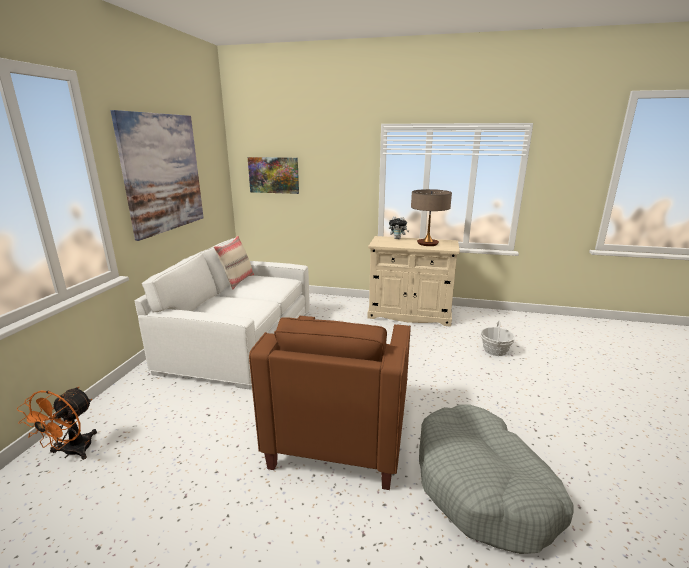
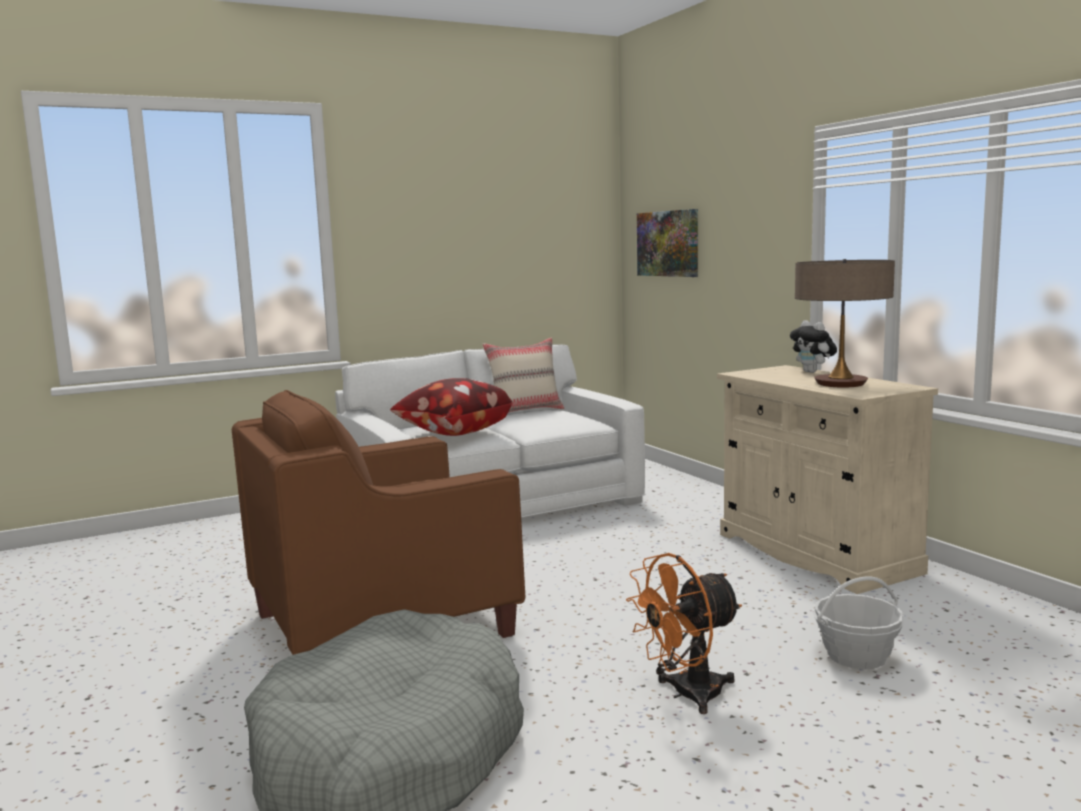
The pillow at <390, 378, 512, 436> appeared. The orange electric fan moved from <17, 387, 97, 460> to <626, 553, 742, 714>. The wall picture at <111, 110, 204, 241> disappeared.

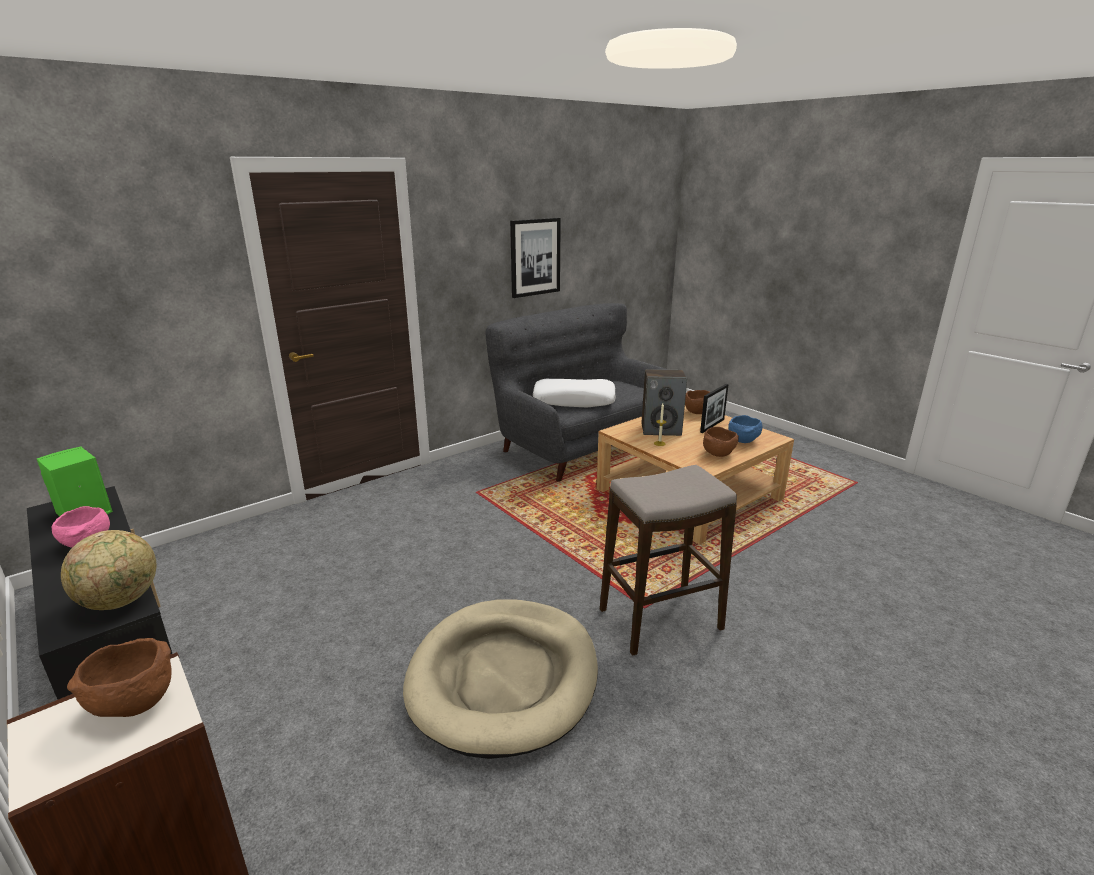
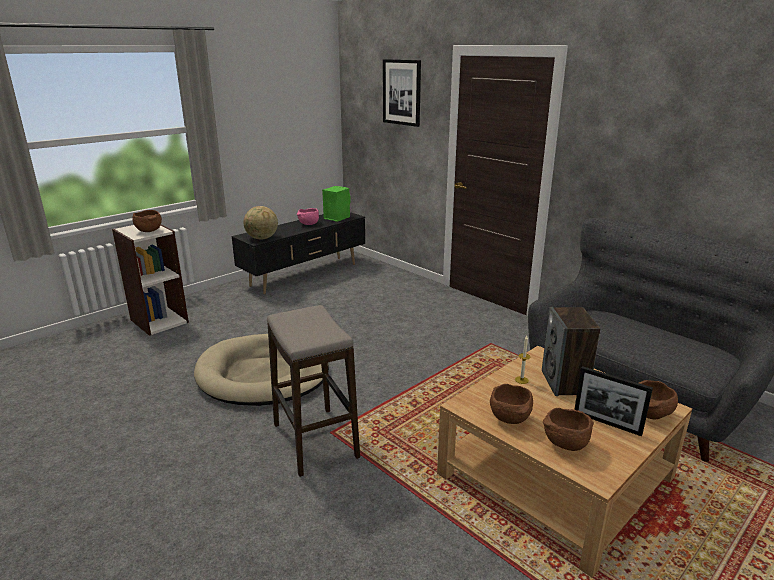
The wall picture moved from <510, 218, 561, 298> to <383, 59, 421, 127>. The bluish deep dish at <728, 415, 763, 443> became the brown deep dish at <543, 408, 594, 451>. The white-coloured pillow at <533, 379, 616, 408> disappeared.

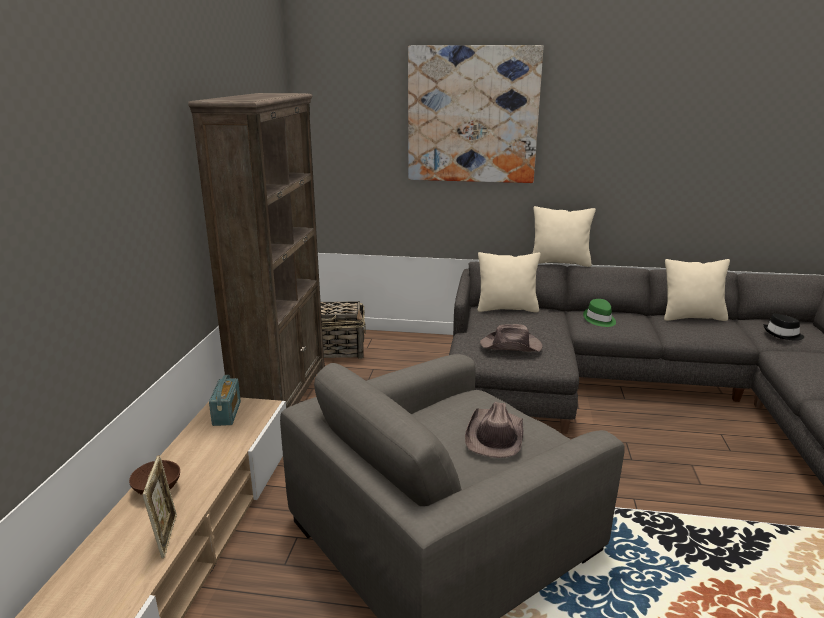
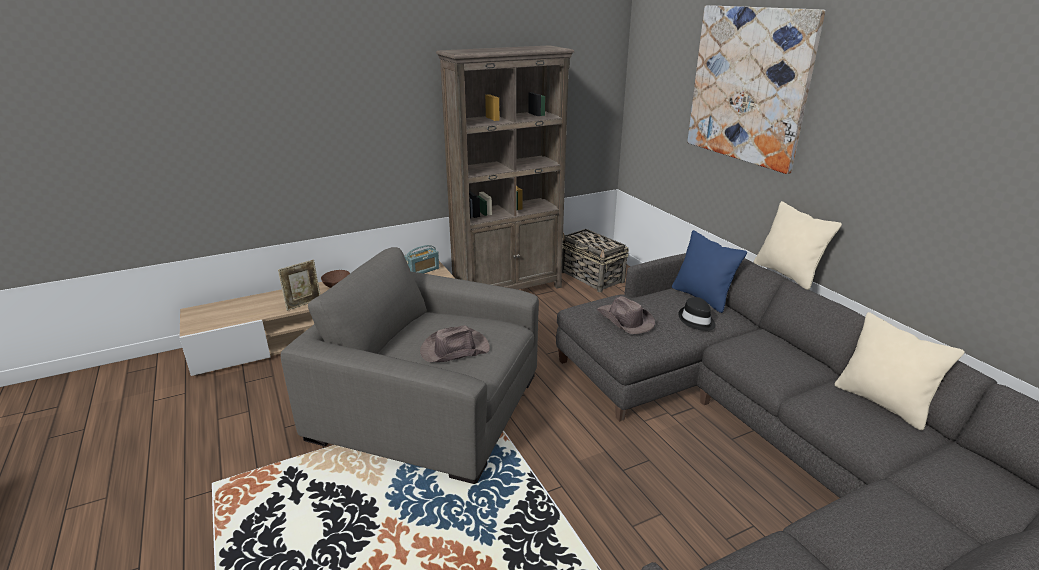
The beige-coloured pillow at <477, 252, 541, 313> became the bluish pillow at <672, 230, 747, 313>. The black clothing hat moved from <764, 313, 804, 341> to <678, 297, 716, 331>. The green-coloured clothing hat at <583, 299, 616, 327> disappeared.

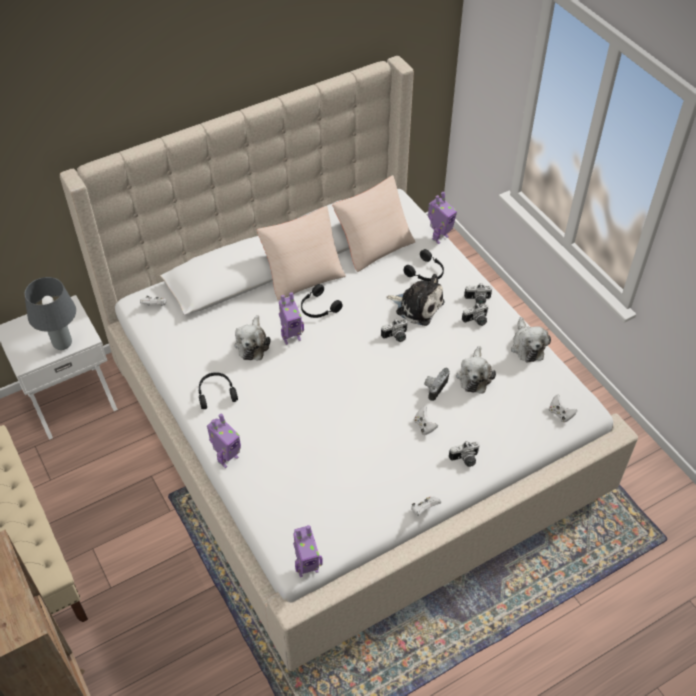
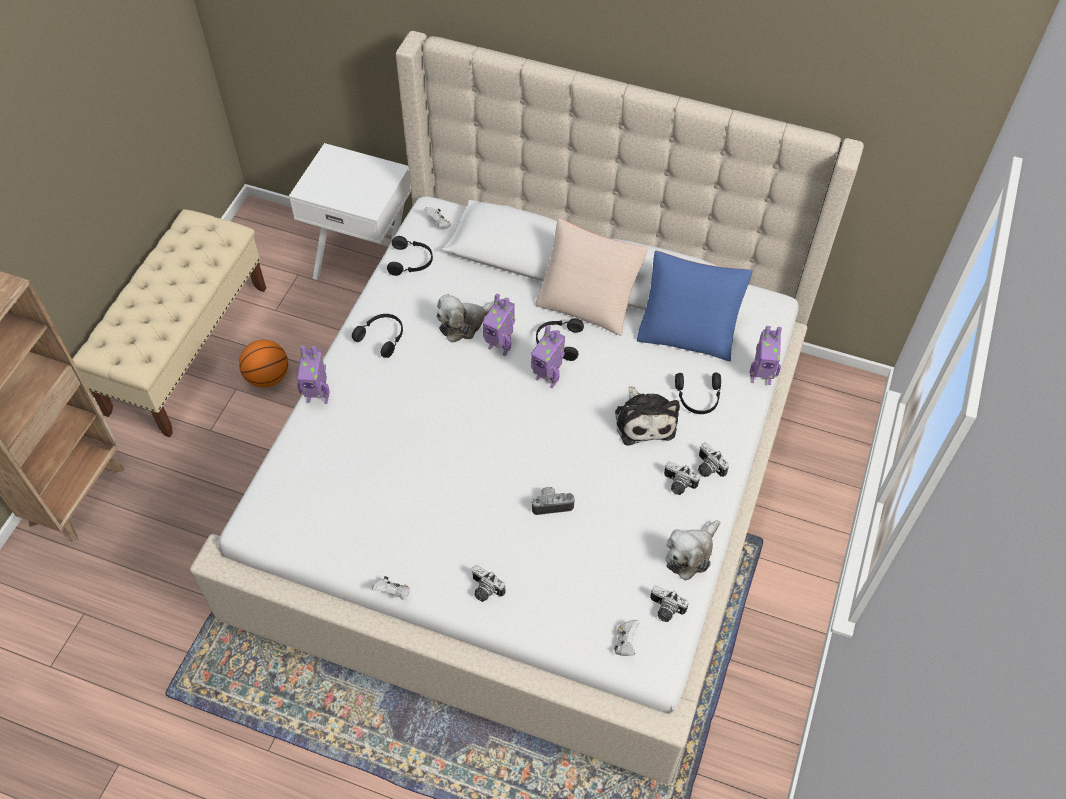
The ball for basketball at <239, 340, 288, 388> appeared. The black headset at <387, 236, 433, 276> appeared. The robot figure moved from <293, 525, 323, 577> to <531, 325, 565, 388>. The beige-coloured pillow at <332, 175, 416, 272> became the bluish pillow at <637, 250, 752, 361>. The photo camera moved from <381, 319, 408, 342> to <650, 585, 689, 622>. The greyish tabletop lamp at <24, 277, 76, 350> disappeared. The white-coloured joypad at <414, 406, 438, 435> disappeared. The cuddly toy at <456, 346, 496, 394> disappeared.

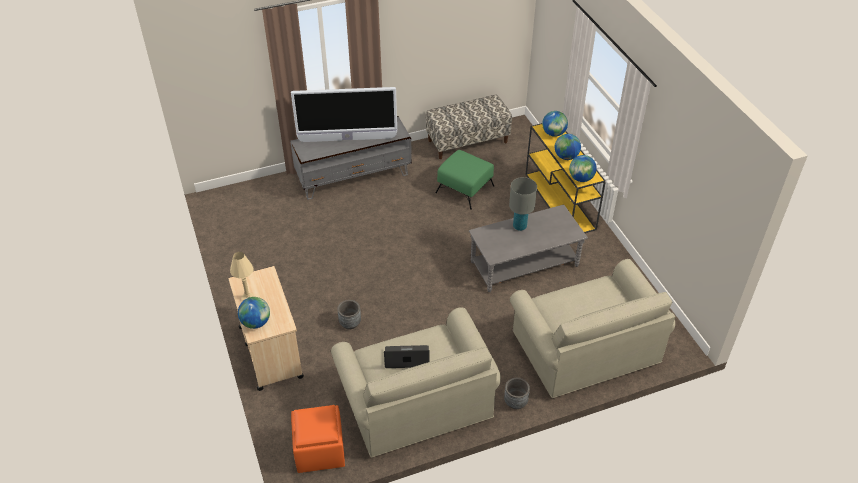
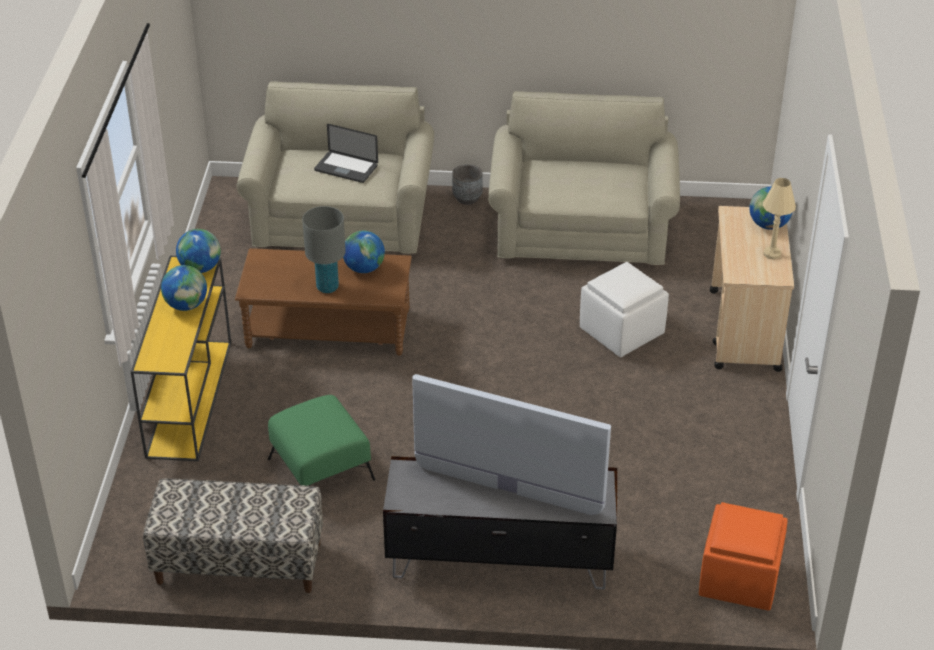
The greyish low table at <469, 205, 588, 292> became the brown low table at <235, 248, 412, 356>. The portable computer moved from <384, 345, 430, 368> to <314, 124, 378, 183>. The desk globe moved from <542, 111, 568, 137> to <343, 231, 385, 273>. The greyish planter at <337, 300, 361, 329> was replaced by the white-coloured pouffe at <580, 262, 669, 357>. The orange pouffe moved from <291, 405, 345, 473> to <699, 502, 788, 611>.

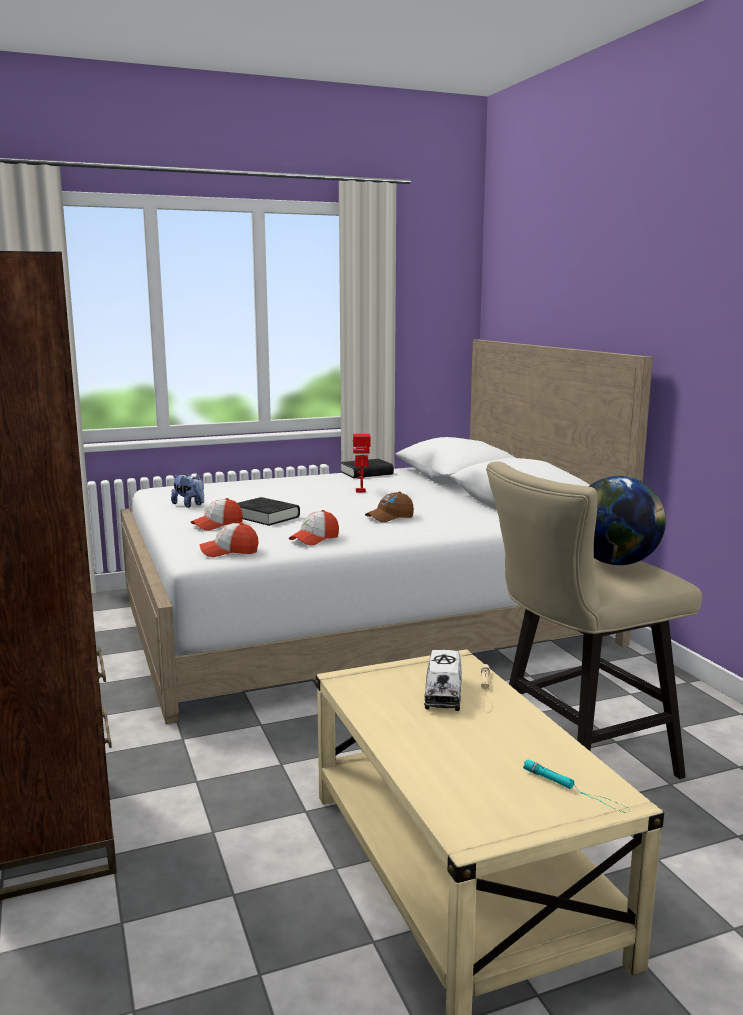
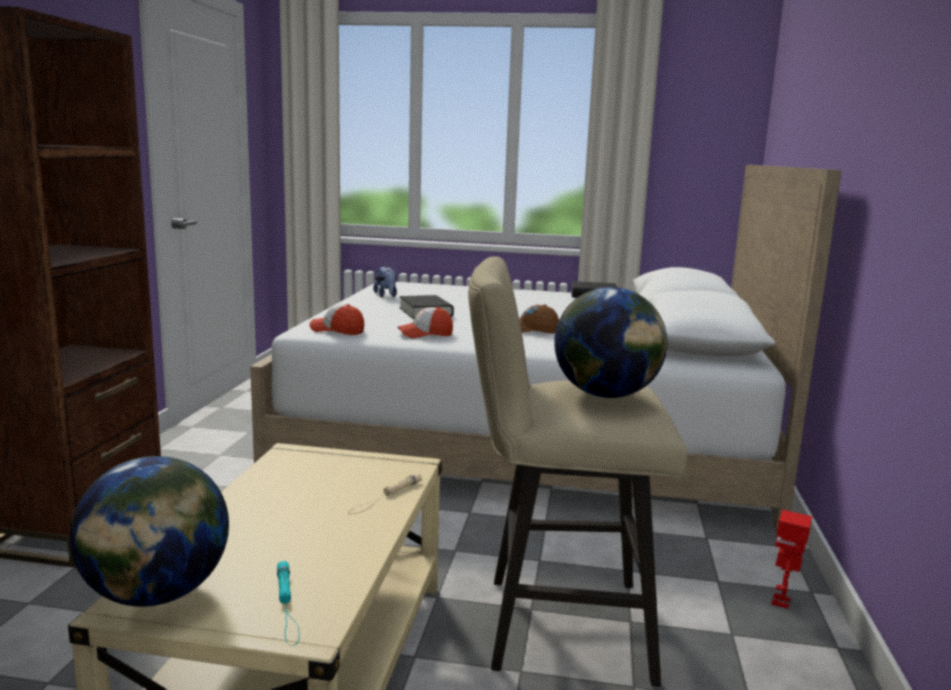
The desk globe at <70, 456, 229, 607> appeared. The robot figure moved from <352, 434, 370, 493> to <771, 510, 812, 608>. The cap at <191, 498, 243, 531> disappeared. The toy lorry at <424, 650, 462, 711> disappeared.

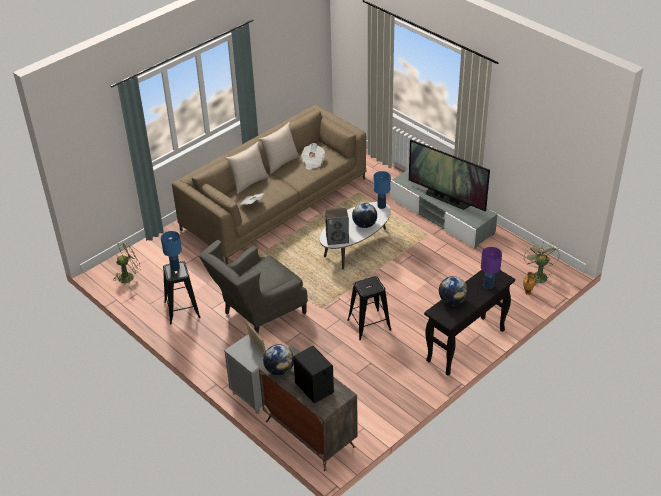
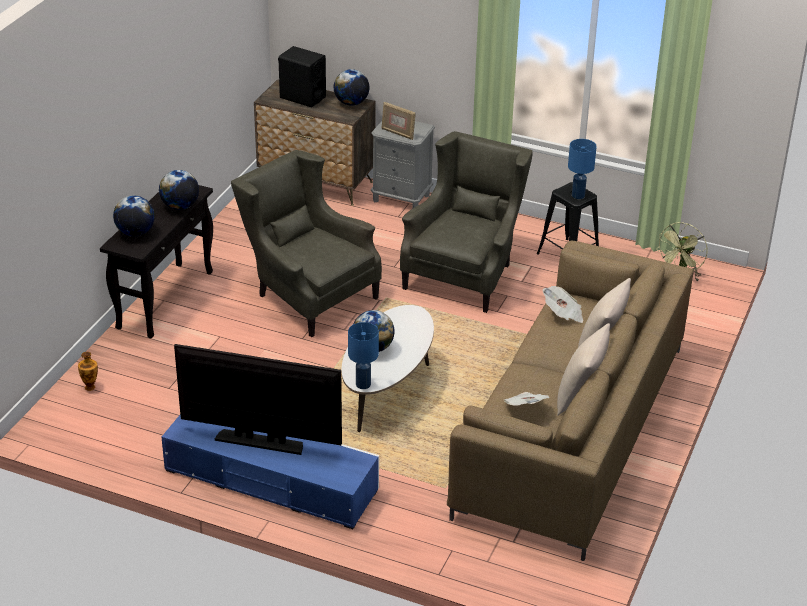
The purple tabletop lamp at <481, 247, 502, 289> was replaced by the desk globe at <113, 196, 155, 236>. The greyish media console at <390, 169, 497, 248> became the bluish media console at <161, 415, 379, 529>. The black stool seat at <347, 276, 391, 340> was replaced by the greyish lounge chair at <231, 150, 382, 337>. The loudspeaker at <325, 208, 349, 245> disappeared. The green-coloured electric fan at <524, 241, 560, 285> disappeared.

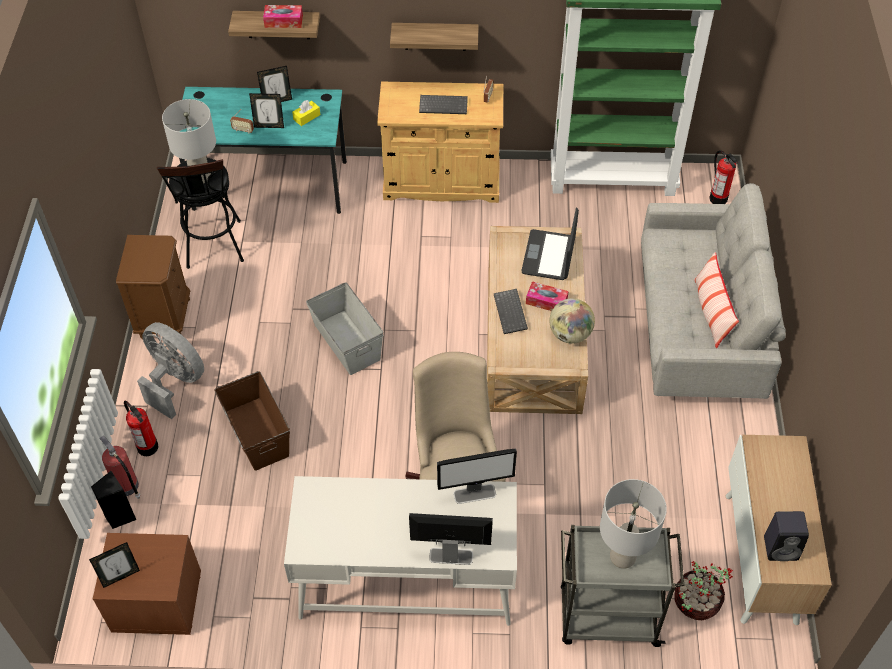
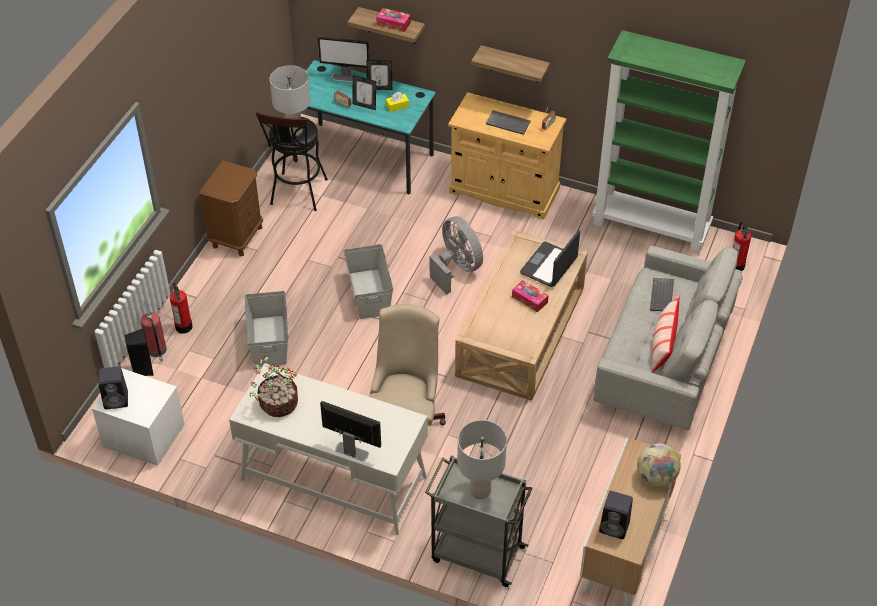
The brown night table at <93, 533, 201, 635> became the white-coloured night table at <92, 368, 185, 466>. The standing frame at <89, 542, 140, 588> was replaced by the black loudspeaker at <99, 366, 128, 409>. The brown storage box at <214, 371, 290, 471> became the greyish storage box at <245, 291, 289, 367>. The potted plant moved from <674, 561, 733, 620> to <250, 355, 298, 417>. The monitor moved from <437, 449, 517, 504> to <318, 37, 369, 82>. The greyish electric fan moved from <137, 322, 204, 419> to <430, 216, 483, 295>. The desk globe moved from <549, 298, 595, 344> to <637, 443, 681, 487>. The computer keyboard moved from <493, 289, 528, 334> to <650, 278, 674, 311>.

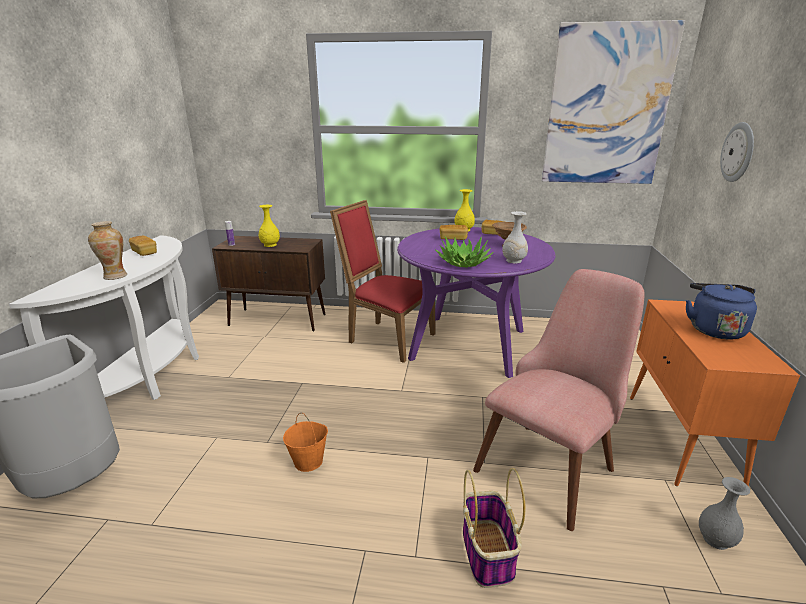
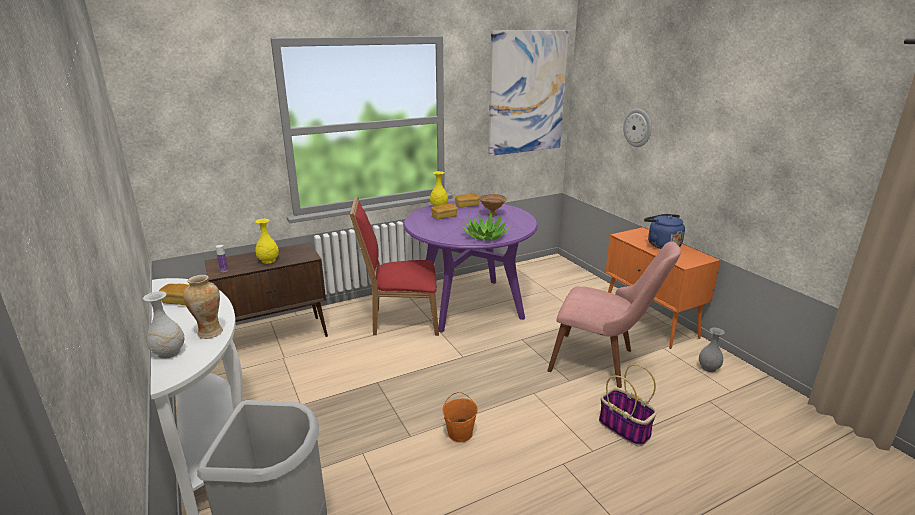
The white-coloured decorative vase moved from <502, 211, 528, 263> to <143, 291, 184, 359>. The pink chair at <473, 269, 645, 531> turned 105 degrees clockwise.

